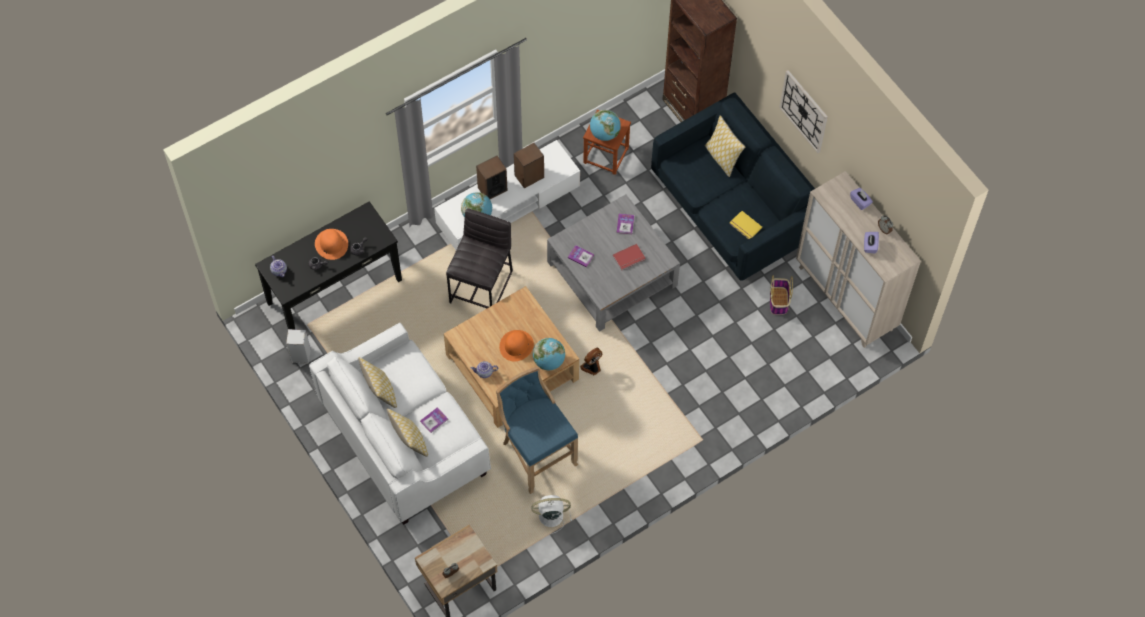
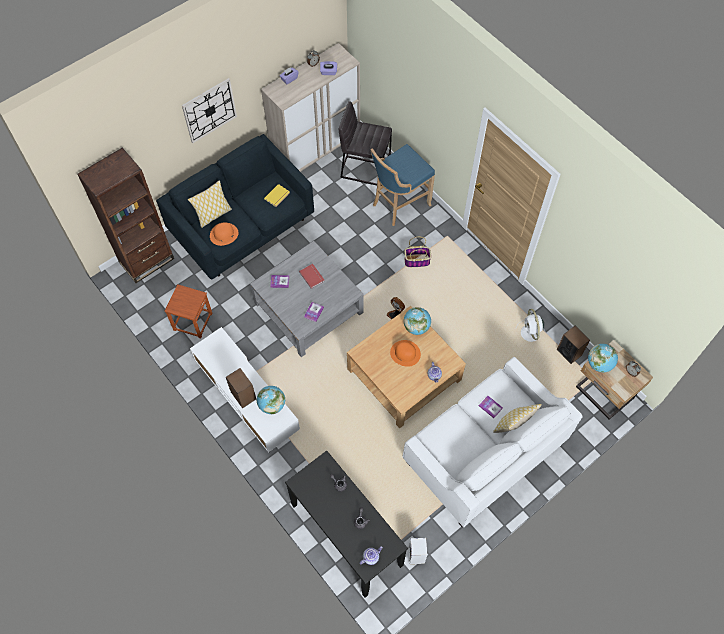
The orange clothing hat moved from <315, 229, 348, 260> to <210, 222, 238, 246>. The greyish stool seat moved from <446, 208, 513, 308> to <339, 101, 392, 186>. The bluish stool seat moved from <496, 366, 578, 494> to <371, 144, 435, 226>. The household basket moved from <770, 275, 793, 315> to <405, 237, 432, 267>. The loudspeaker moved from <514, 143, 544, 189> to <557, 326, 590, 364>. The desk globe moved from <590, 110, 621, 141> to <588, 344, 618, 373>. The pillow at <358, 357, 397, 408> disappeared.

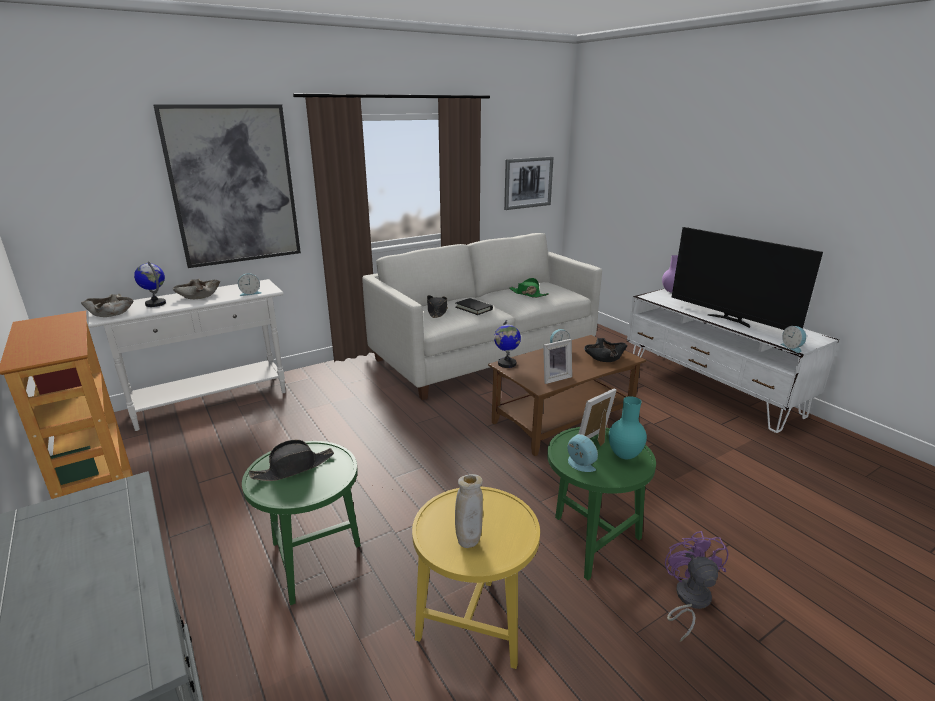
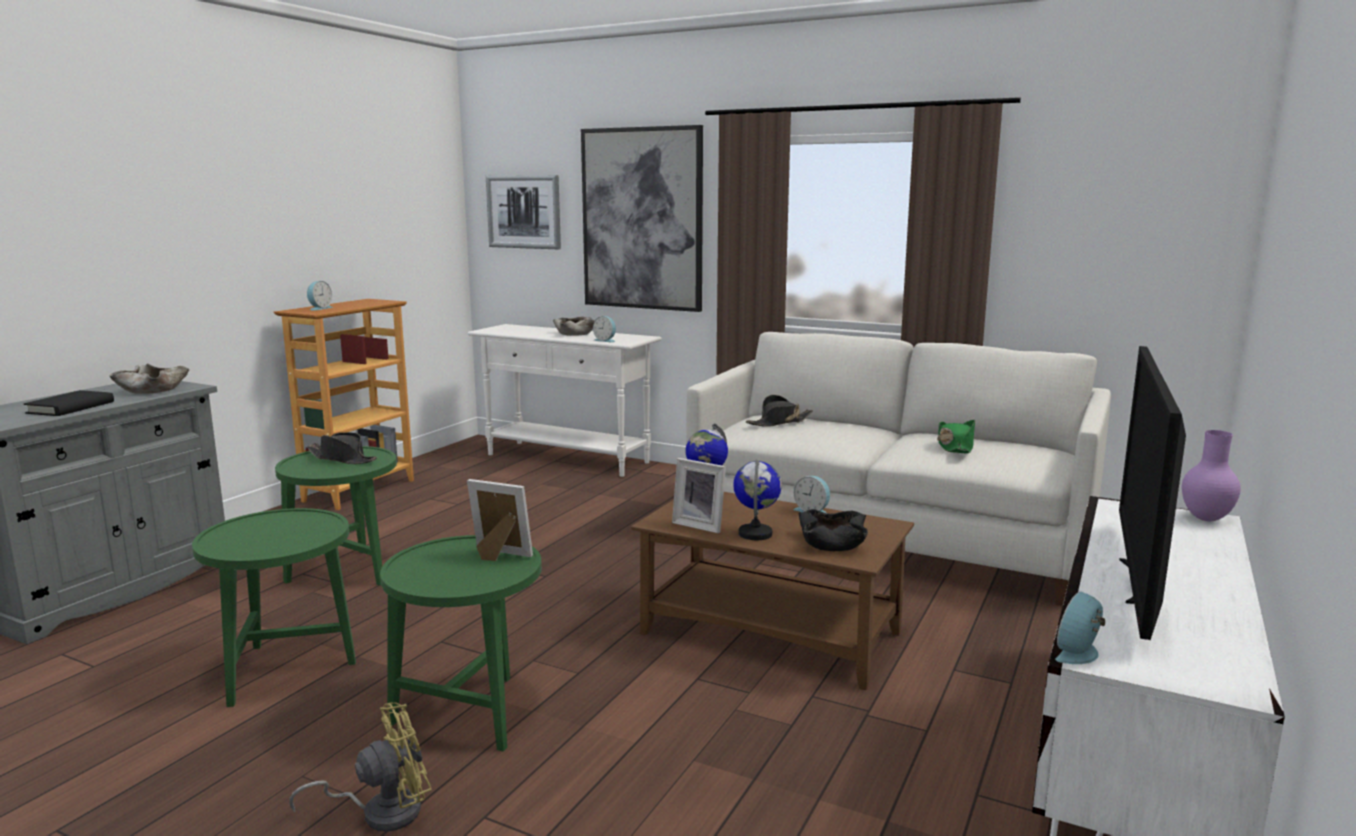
The black volume moved from <455, 298, 493, 315> to <24, 390, 114, 416>. The beige-coloured deep dish moved from <81, 294, 133, 317> to <110, 363, 189, 394>. The yellow-coloured side table at <412, 486, 540, 669> became the green-coloured side table at <192, 508, 356, 707>. The purple electric fan at <665, 531, 729, 642> became the yellow-coloured electric fan at <289, 702, 431, 832>. The table clock moved from <567, 434, 598, 472> to <307, 281, 333, 311>. The wall picture moved from <504, 157, 554, 210> to <486, 175, 561, 249>. The desk globe moved from <134, 262, 166, 307> to <733, 459, 782, 540>. The beige-coloured decorative vase at <455, 474, 483, 548> disappeared. The blue-green decorative vase at <609, 396, 647, 459> disappeared.

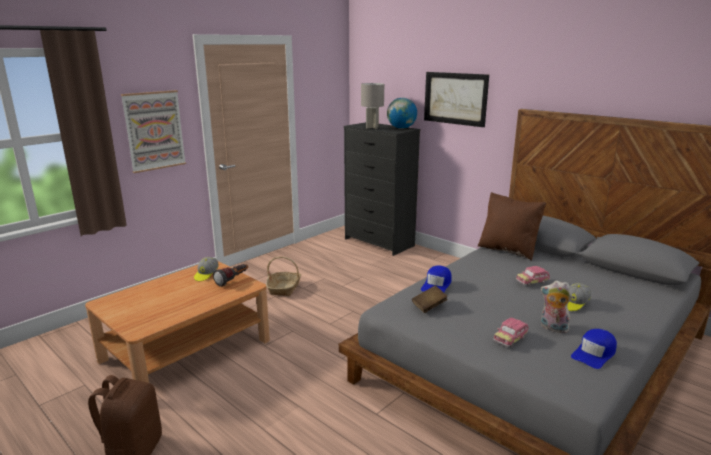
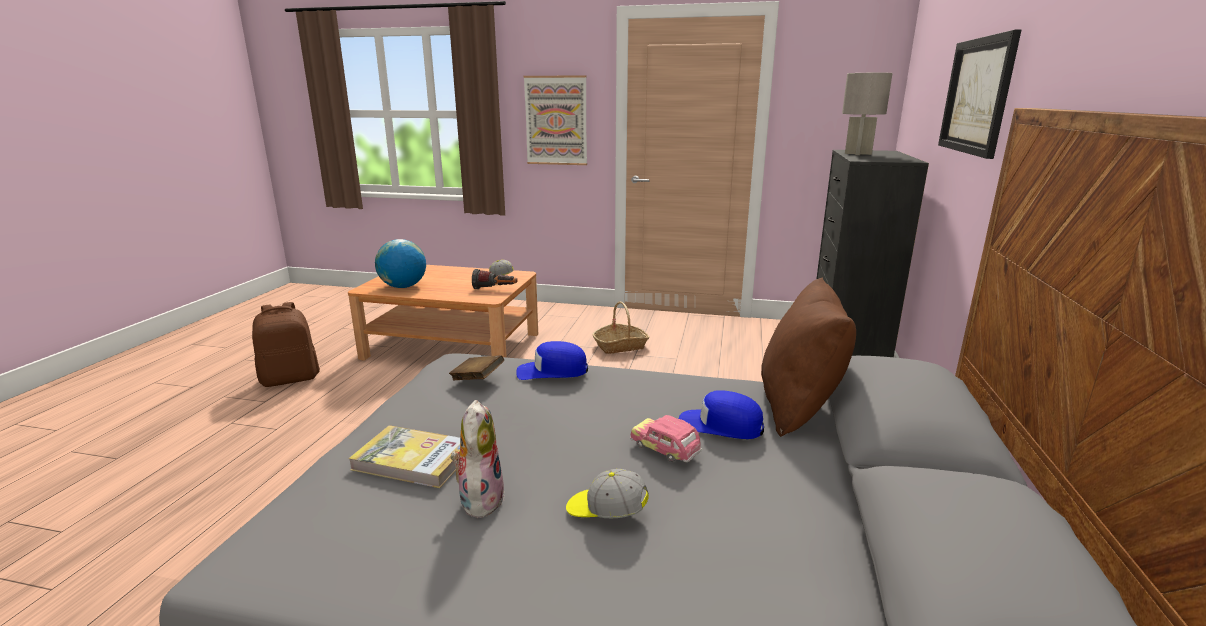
The toy car at <493, 318, 528, 347> was replaced by the volume at <348, 425, 460, 488>. The desk globe moved from <387, 98, 417, 129> to <375, 239, 426, 288>. The bluish cap moved from <571, 329, 617, 369> to <679, 390, 764, 439>.

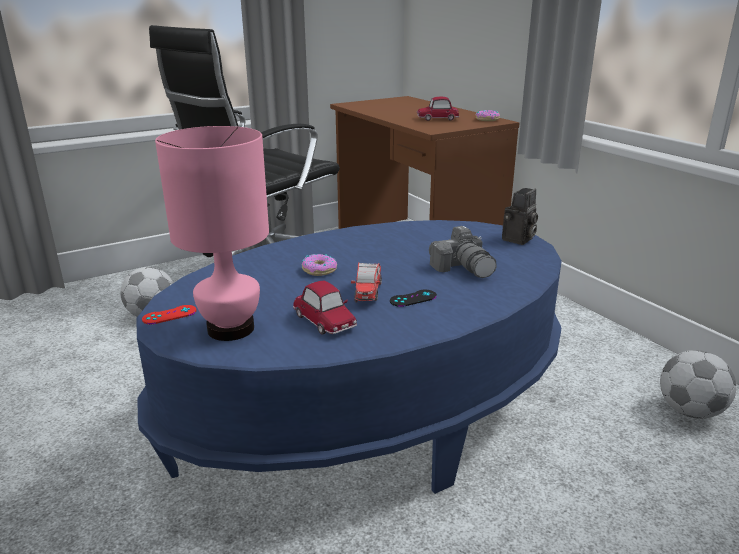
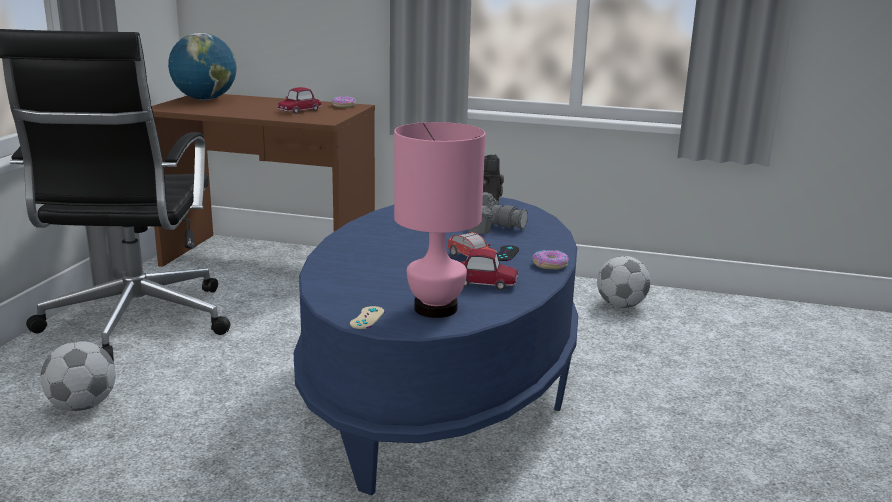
The desk globe at <168, 33, 237, 100> appeared. The reddish joypad at <142, 305, 196, 324> became the beige-coloured joypad at <350, 306, 384, 329>. The ring doughnut moved from <302, 254, 337, 276> to <532, 250, 568, 270>.

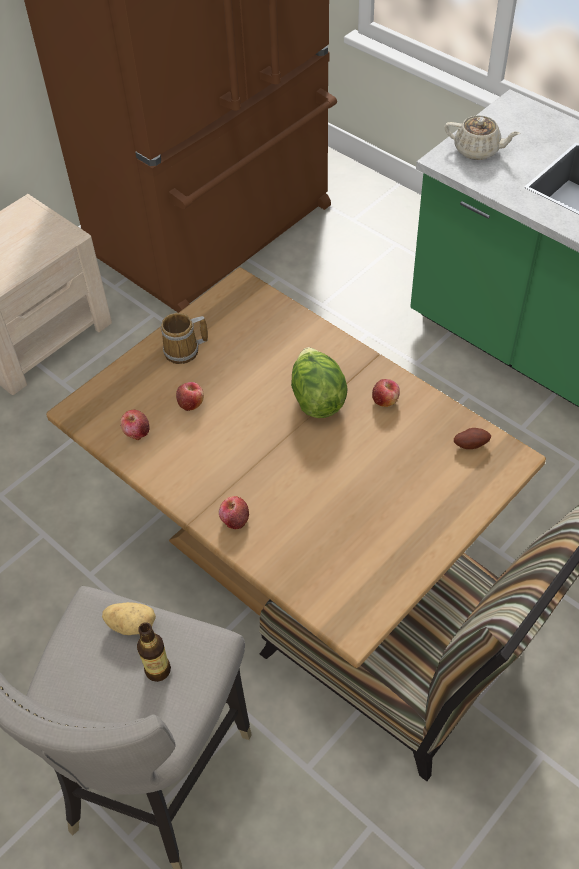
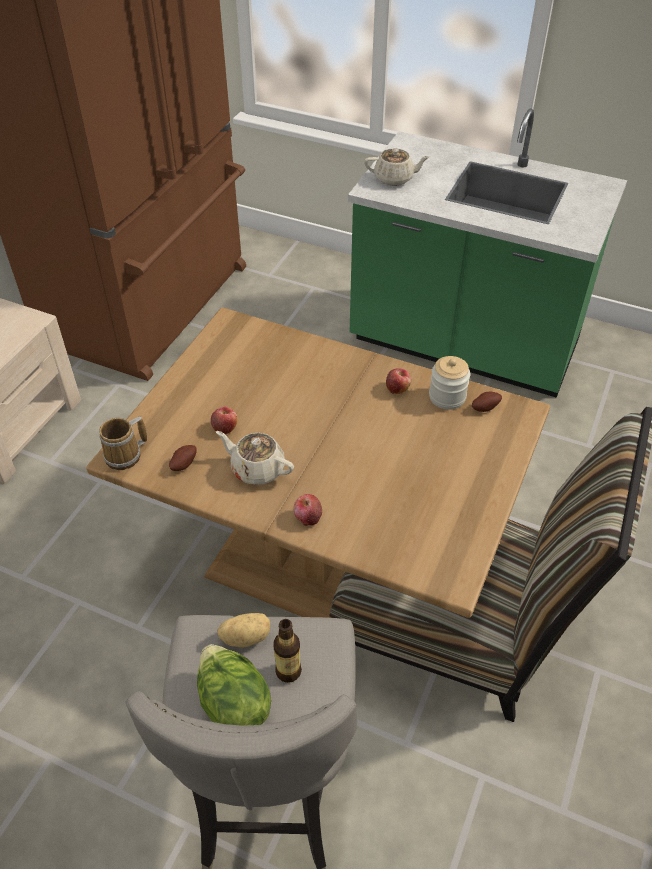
The coffee mug moved from <161, 313, 208, 364> to <99, 417, 147, 470>. The whole apple at <120, 409, 149, 441> was replaced by the potato at <169, 445, 197, 471>. The head of lettuce moved from <291, 347, 348, 418> to <197, 644, 271, 726>. The beige-coloured teapot at <216, 431, 294, 485> appeared. The preserve jar at <429, 356, 470, 410> appeared.

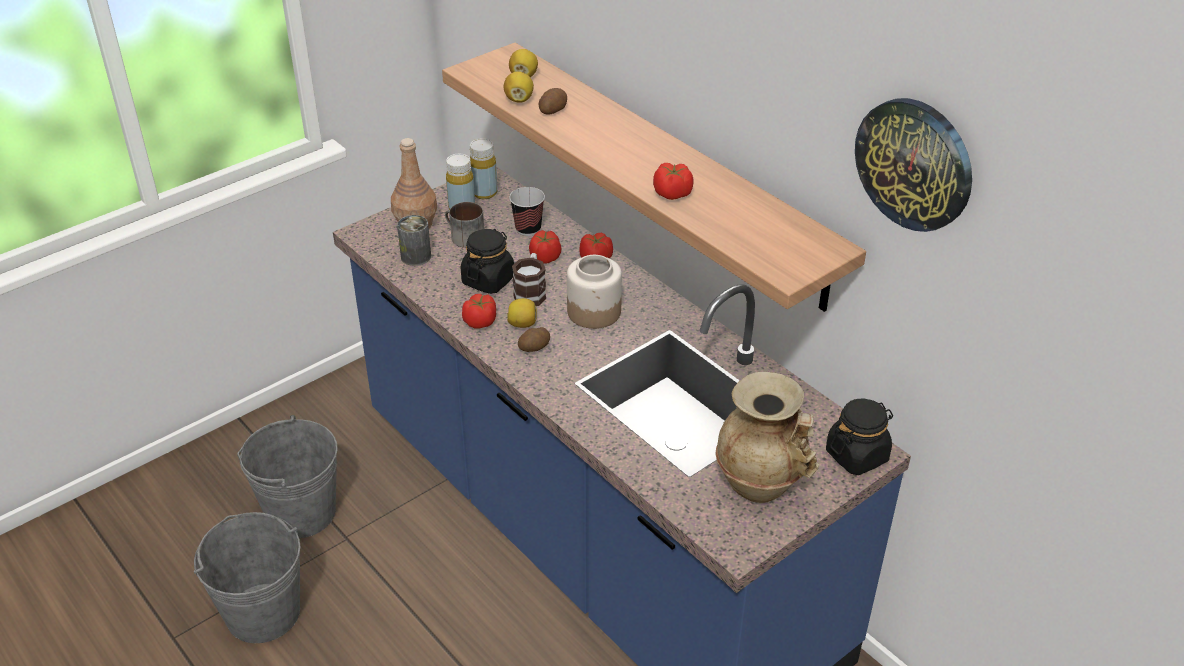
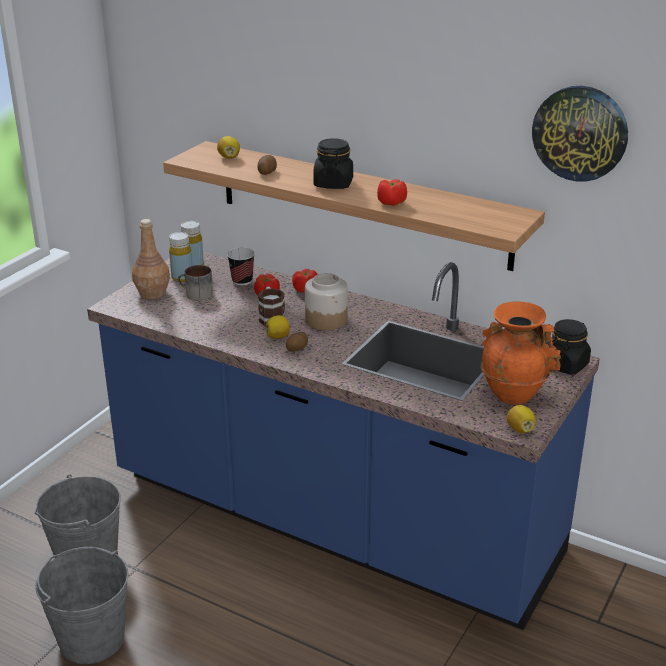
The black preserve jar moved from <461, 229, 514, 294> to <313, 138, 353, 189>. The beige-coloured decorative vase at <716, 372, 820, 503> became the orange decorative vase at <481, 301, 561, 405>. The citrus fruit moved from <504, 71, 534, 103> to <506, 405, 536, 433>. The sealed can at <397, 215, 431, 266> disappeared. The fresh tomato at <462, 294, 496, 328> disappeared.

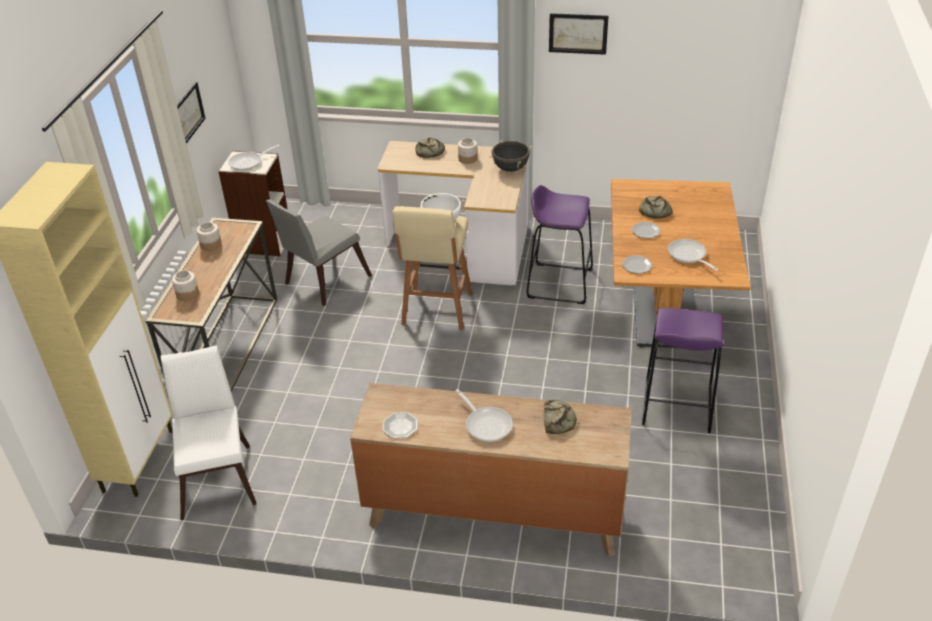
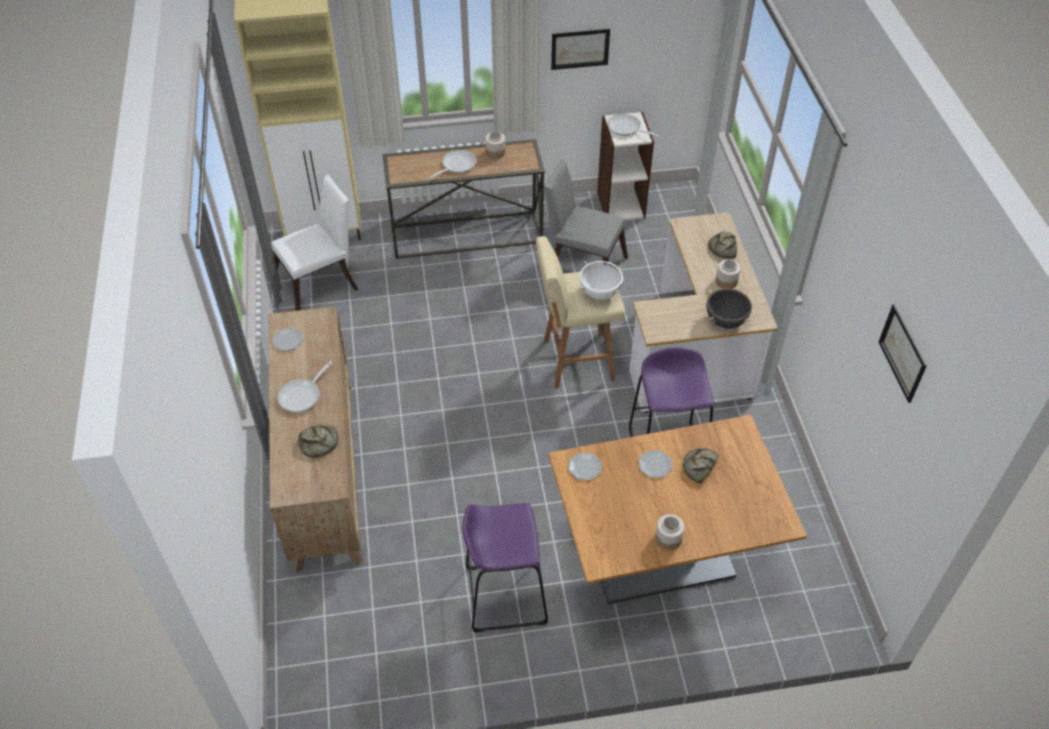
The skillet moved from <668, 239, 719, 271> to <429, 150, 476, 178>. The preserve jar moved from <172, 270, 199, 301> to <655, 514, 684, 550>. The wall picture moved from <549, 13, 609, 55> to <879, 304, 927, 403>.

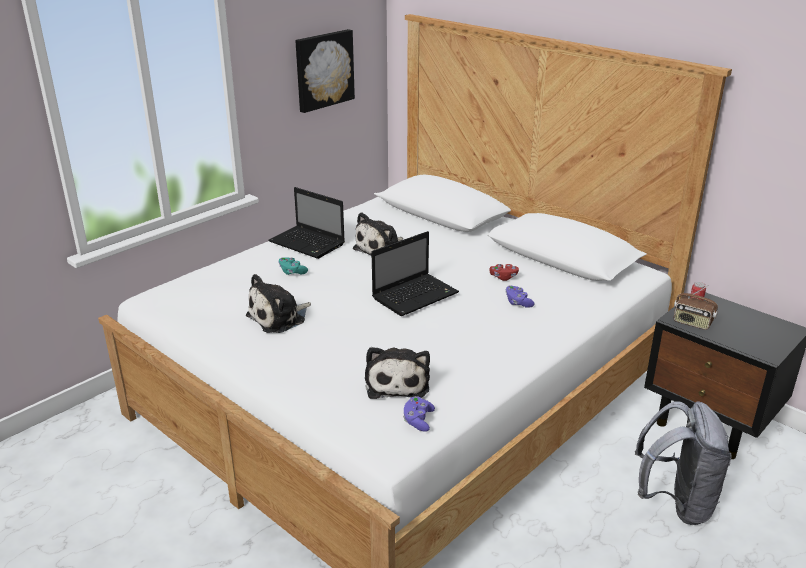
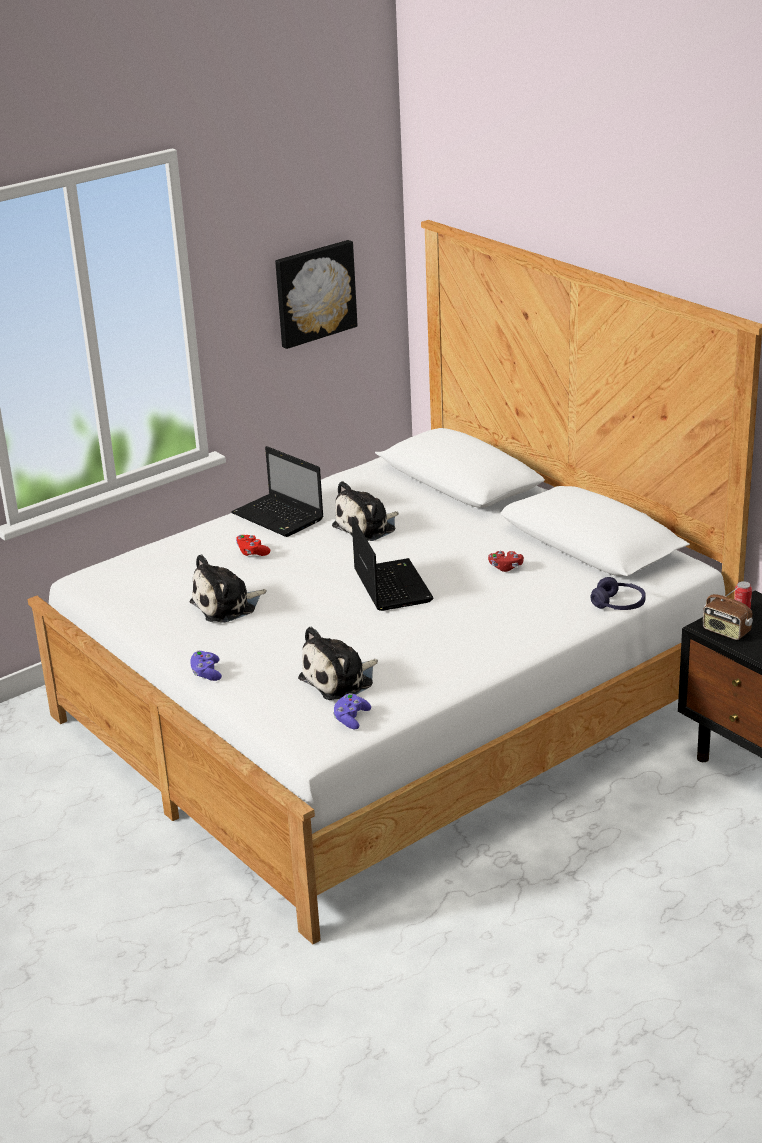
The purple joypad moved from <506, 285, 534, 308> to <190, 651, 222, 681>. The blue-green joypad at <278, 257, 308, 275> became the reddish joypad at <236, 535, 270, 556>. The cuddly toy at <365, 347, 430, 399> turned 45 degrees clockwise. The portable computer at <372, 231, 459, 316> turned 75 degrees counterclockwise. The purple headset at <591, 577, 646, 610> appeared. The greyish rucksack at <635, 401, 732, 525> disappeared.

